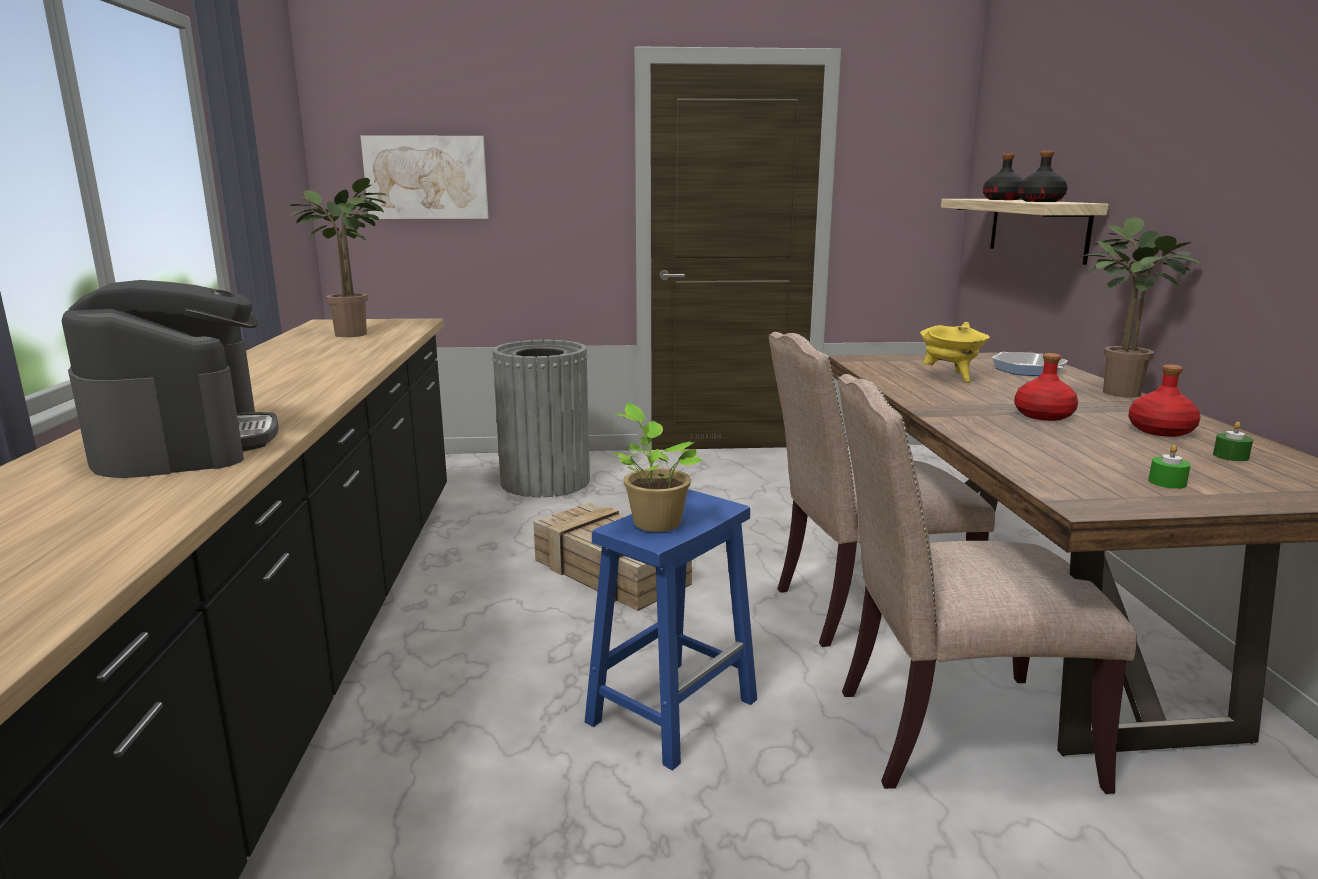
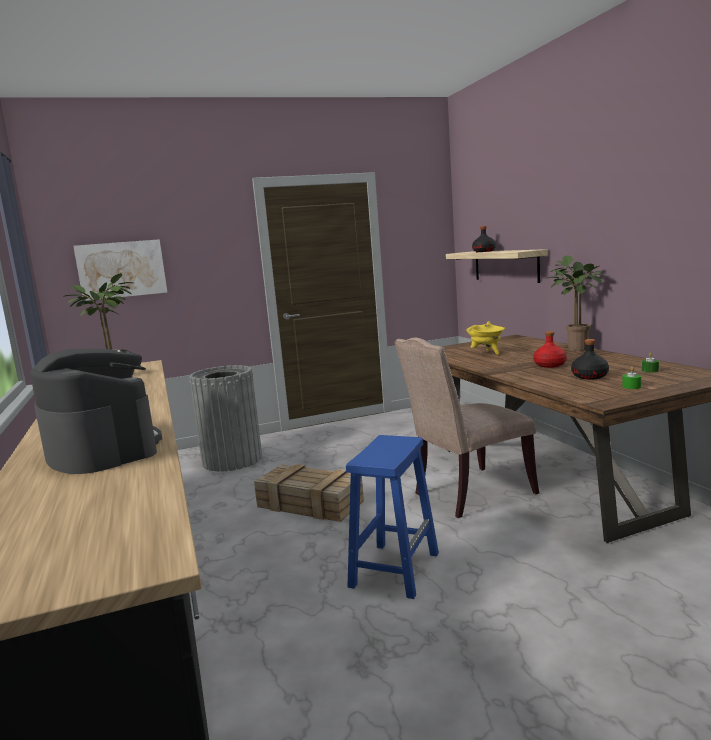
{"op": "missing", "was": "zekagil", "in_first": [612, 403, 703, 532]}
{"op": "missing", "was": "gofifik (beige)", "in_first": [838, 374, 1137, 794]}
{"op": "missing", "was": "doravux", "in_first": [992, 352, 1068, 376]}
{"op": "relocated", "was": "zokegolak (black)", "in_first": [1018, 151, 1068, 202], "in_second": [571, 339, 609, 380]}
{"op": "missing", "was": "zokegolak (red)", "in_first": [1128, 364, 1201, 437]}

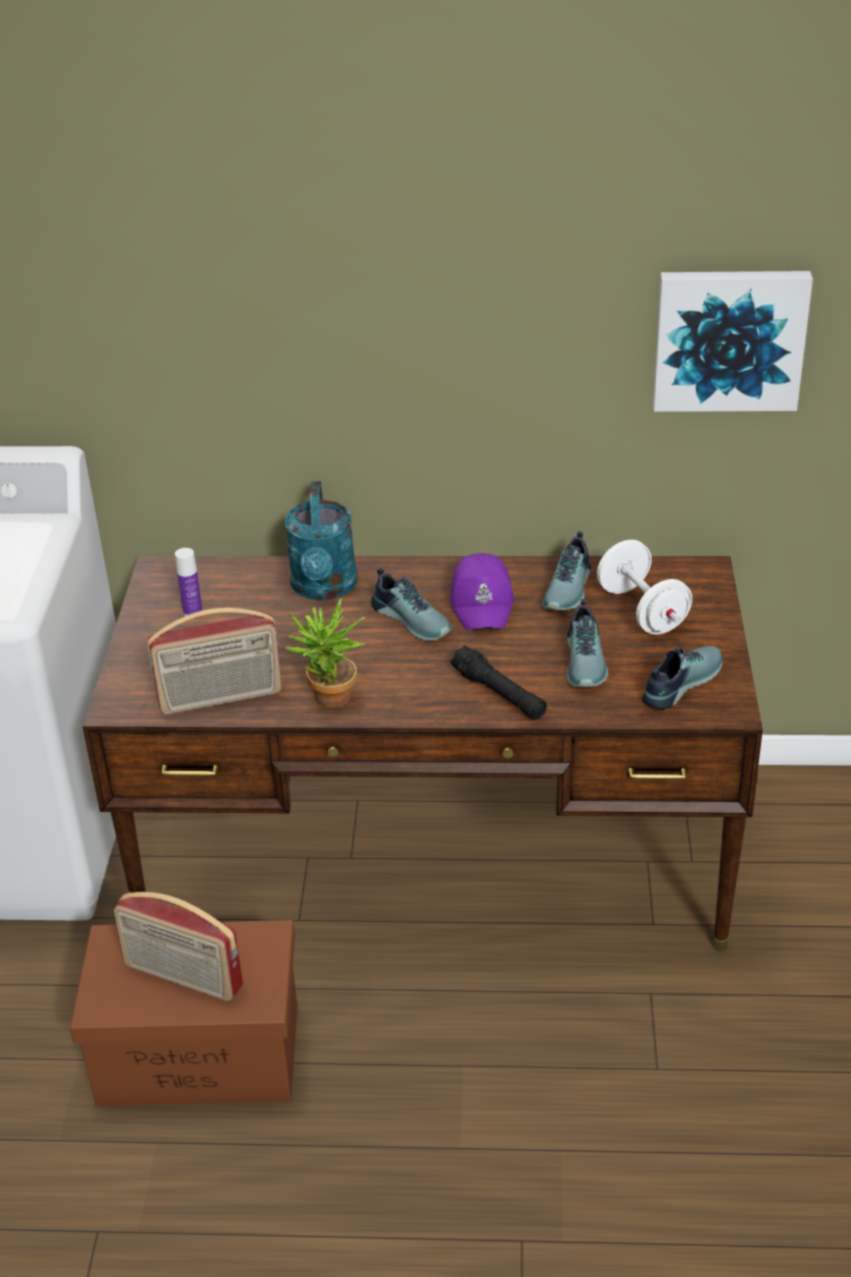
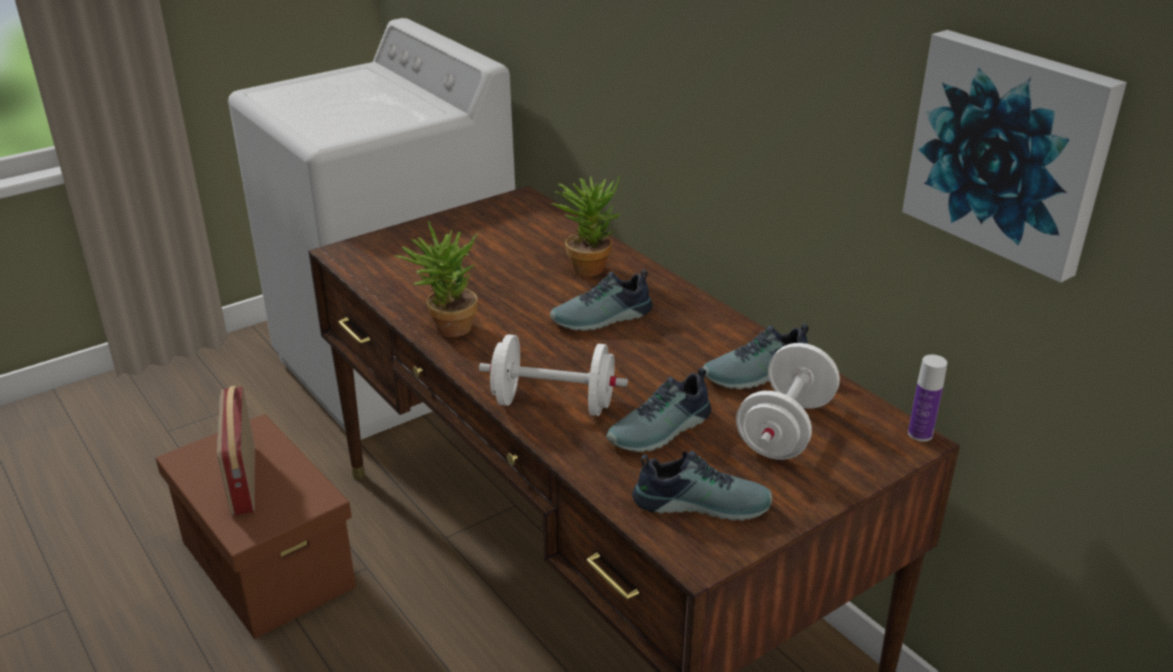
{"op": "missing", "was": "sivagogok", "in_first": [147, 608, 282, 715]}
{"op": "relocated", "was": "zokegolak", "in_first": [175, 548, 202, 616], "in_second": [908, 355, 947, 442]}
{"op": "exchanged", "was": "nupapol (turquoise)", "now": "zekagil", "in_first": [285, 481, 357, 601], "in_second": [551, 175, 621, 277]}
{"op": "spun", "was": "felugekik", "in_first": [371, 568, 452, 641], "in_second": [550, 270, 652, 331], "clockwise": 60}
{"op": "missing", "was": "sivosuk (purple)", "in_first": [450, 553, 514, 630]}
{"op": "exchanged", "was": "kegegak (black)", "now": "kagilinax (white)", "in_first": [451, 645, 547, 720], "in_second": [479, 334, 628, 416]}

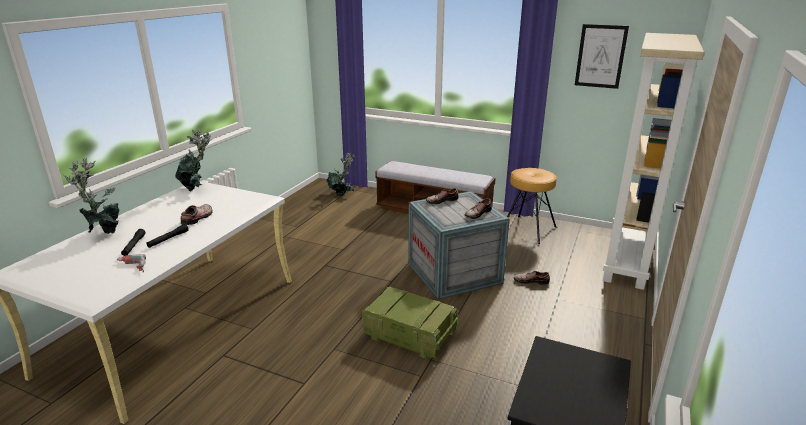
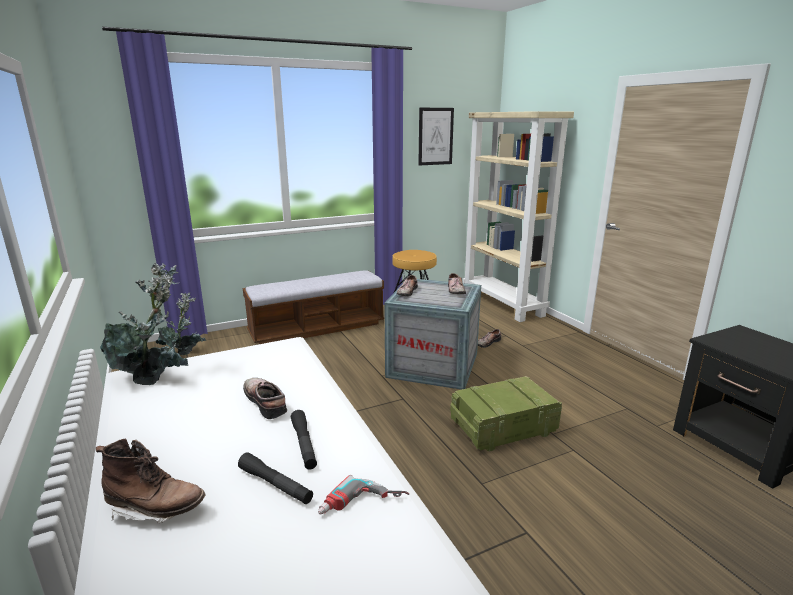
{"op": "exchanged", "was": "zekagil", "now": "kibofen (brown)", "in_first": [62, 157, 120, 234], "in_second": [96, 439, 205, 523]}

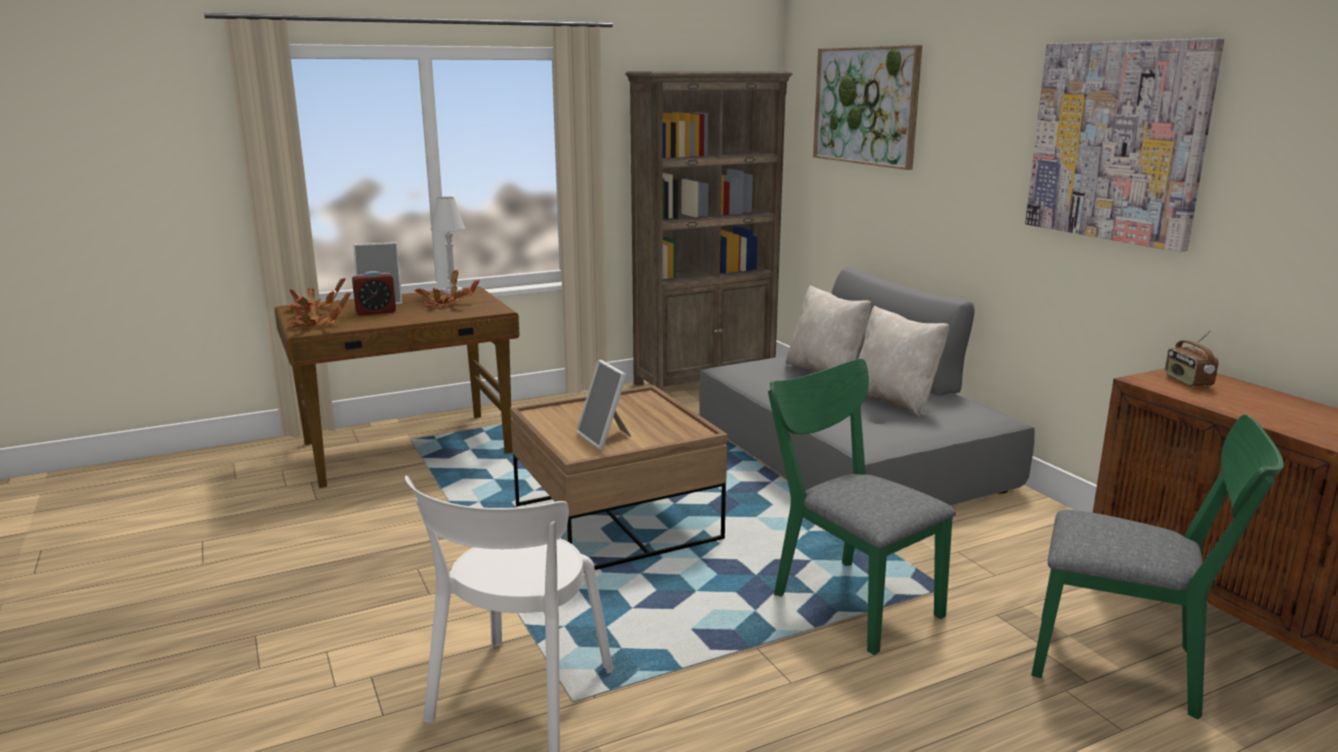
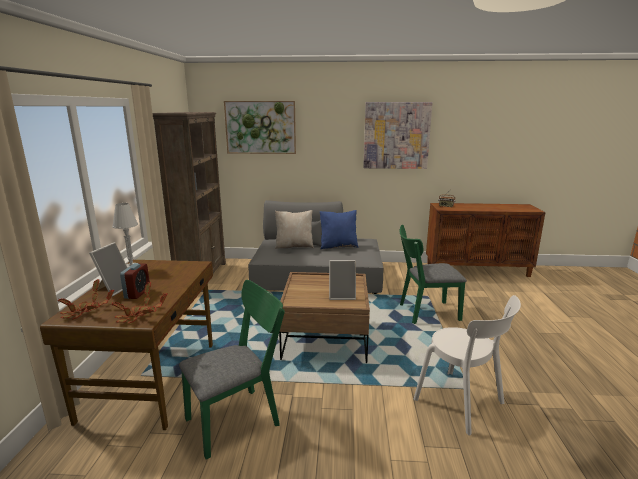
{"op": "missing", "was": "zekagil", "in_first": [415, 270, 480, 309]}
{"op": "colour", "was": "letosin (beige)", "now": "letosin (blue)", "in_first": [858, 306, 949, 417], "in_second": [320, 210, 359, 249]}
{"op": "relocated", "was": "gofifik (green)", "in_first": [1031, 415, 1284, 720], "in_second": [179, 280, 285, 459]}

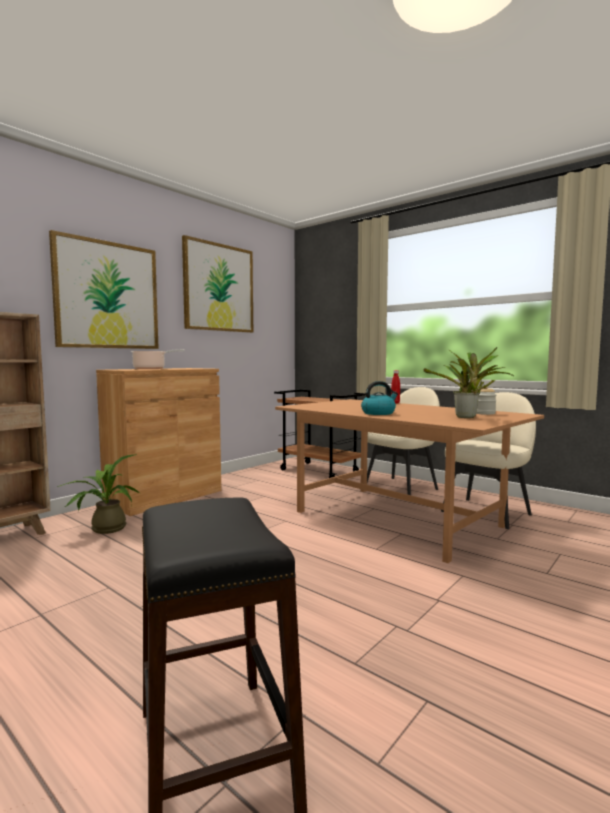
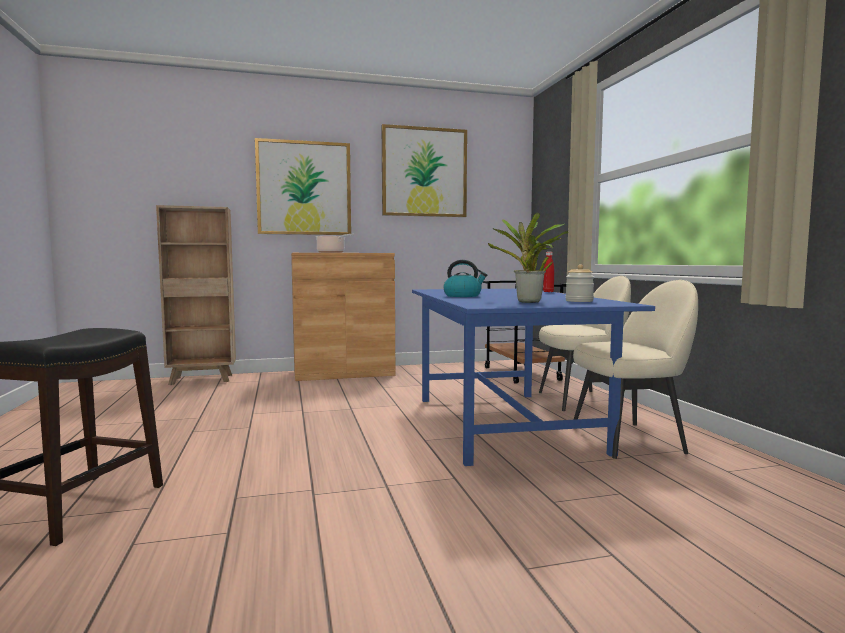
{"op": "missing", "was": "zekagil", "in_first": [57, 455, 140, 534]}
{"op": "colour", "was": "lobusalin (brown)", "now": "lobusalin (blue)", "in_first": [275, 399, 544, 563], "in_second": [412, 289, 655, 466]}

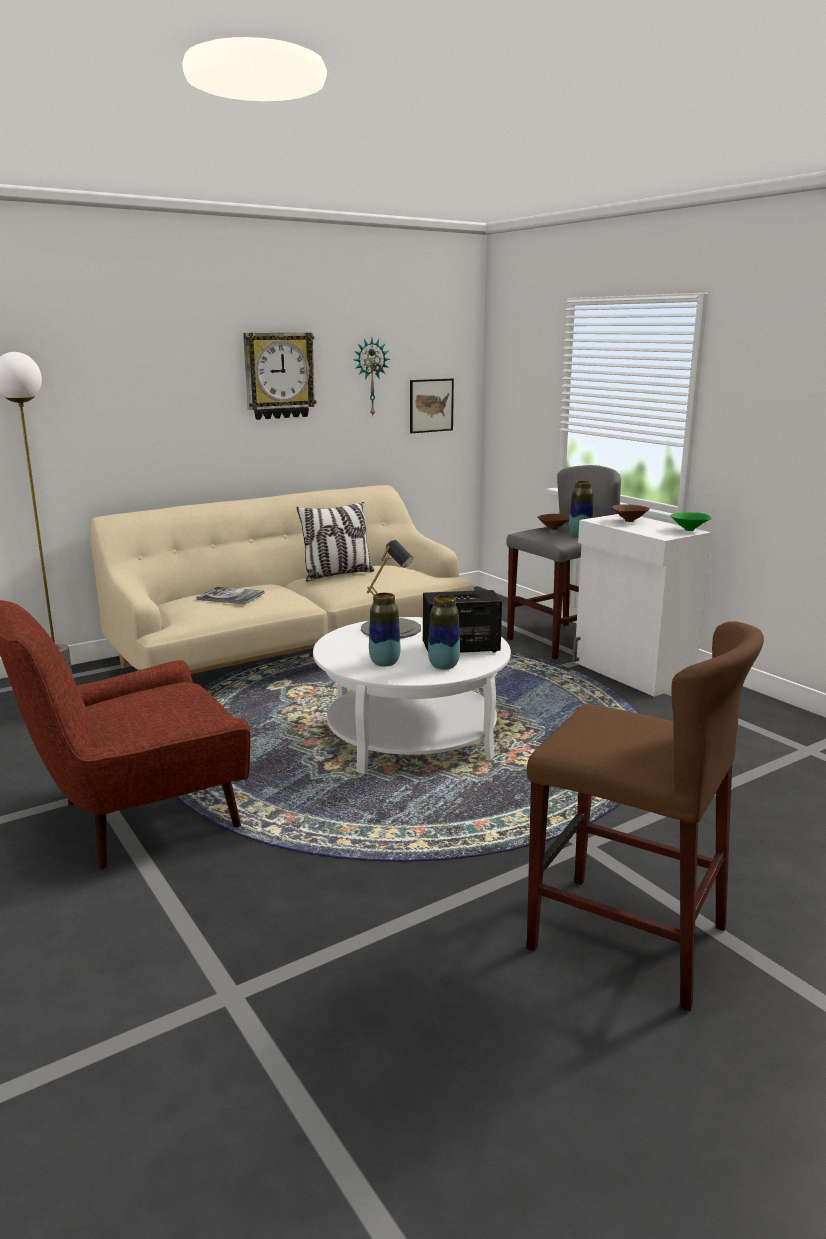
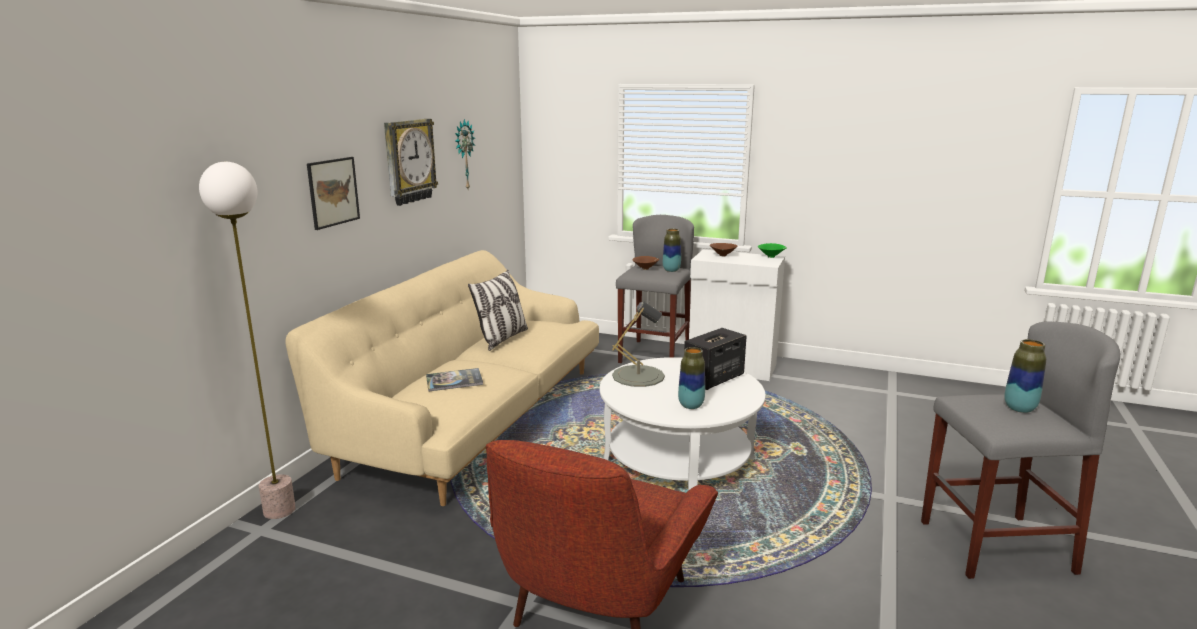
{"op": "relocated", "was": "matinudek", "in_first": [410, 379, 454, 433], "in_second": [307, 157, 360, 230]}
{"op": "relocated", "was": "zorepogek", "in_first": [428, 595, 460, 670], "in_second": [1004, 339, 1046, 413]}
{"op": "colour", "was": "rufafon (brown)", "now": "rufafon (grey)", "in_first": [527, 621, 764, 1011], "in_second": [921, 321, 1120, 579]}

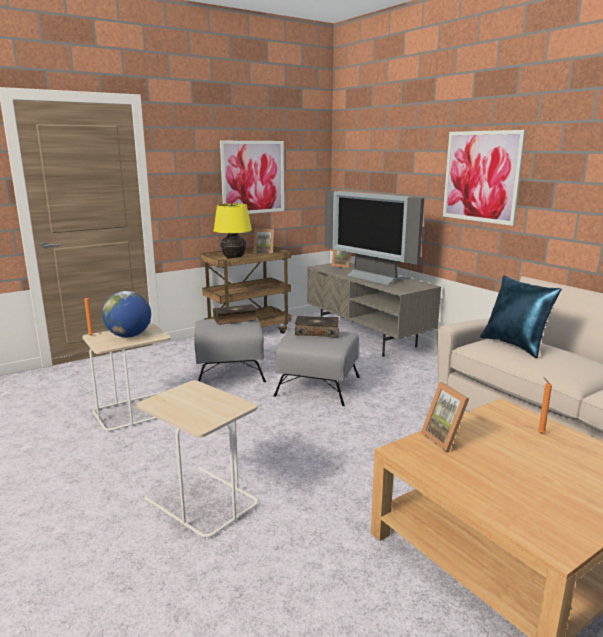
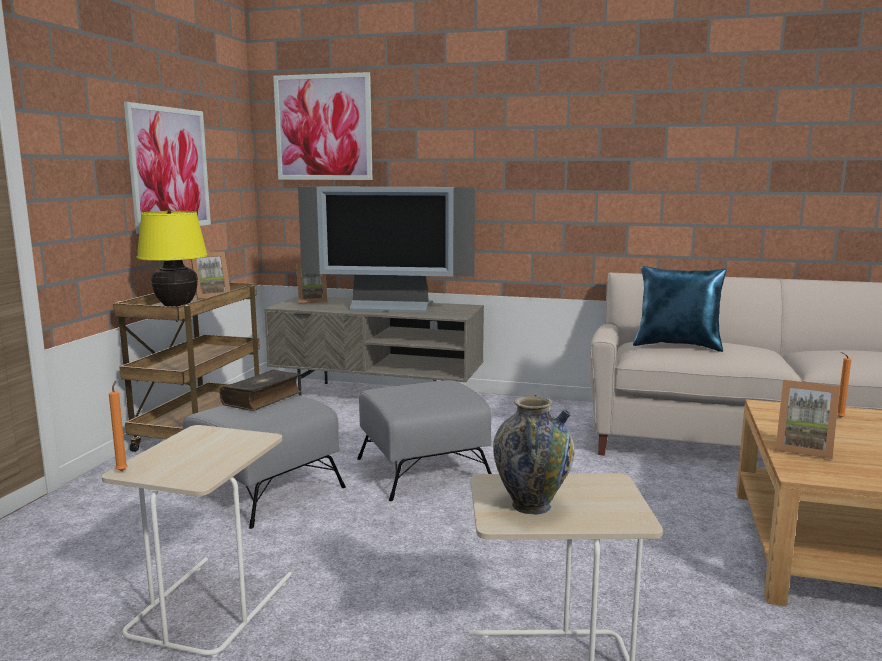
{"op": "missing", "was": "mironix", "in_first": [102, 291, 151, 337]}
{"op": "missing", "was": "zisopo", "in_first": [295, 316, 339, 337]}
{"op": "relocated", "was": "matinudek", "in_first": [443, 130, 526, 226], "in_second": [273, 72, 372, 180]}
{"op": "appeared", "now": "zorepogek", "in_second": [493, 395, 575, 514]}

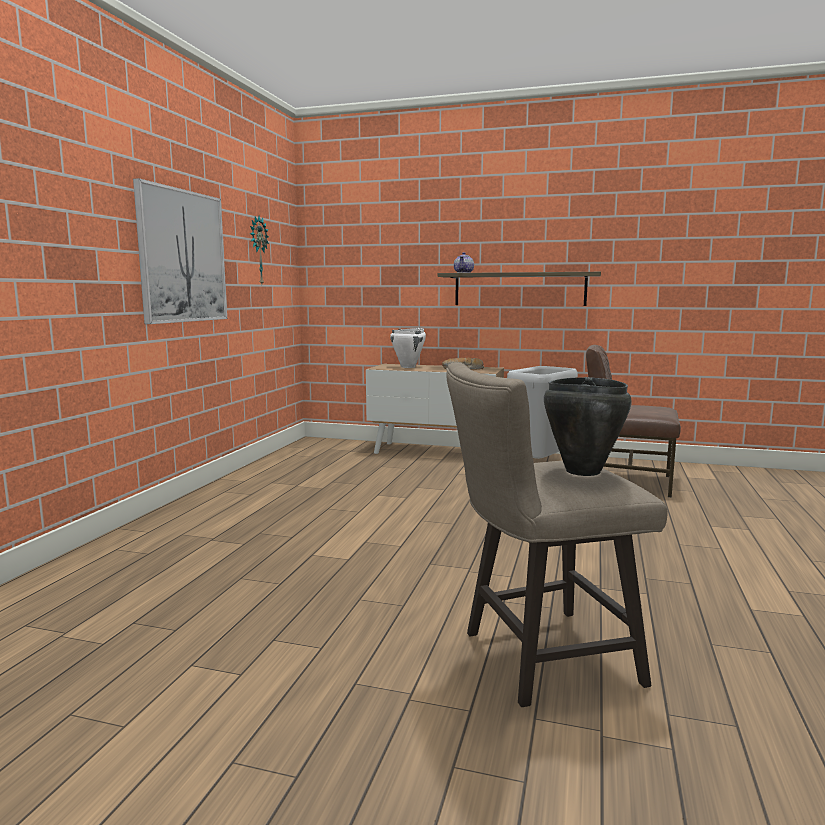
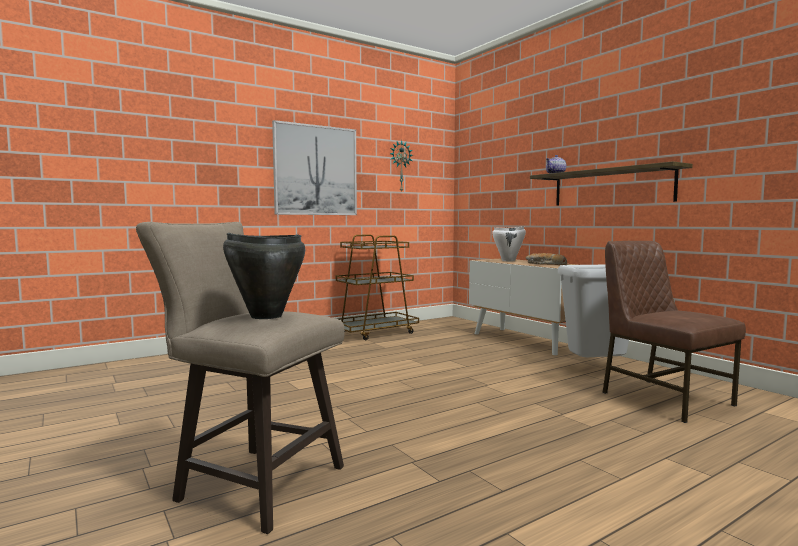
{"op": "appeared", "now": "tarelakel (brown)", "in_second": [336, 235, 419, 340]}

